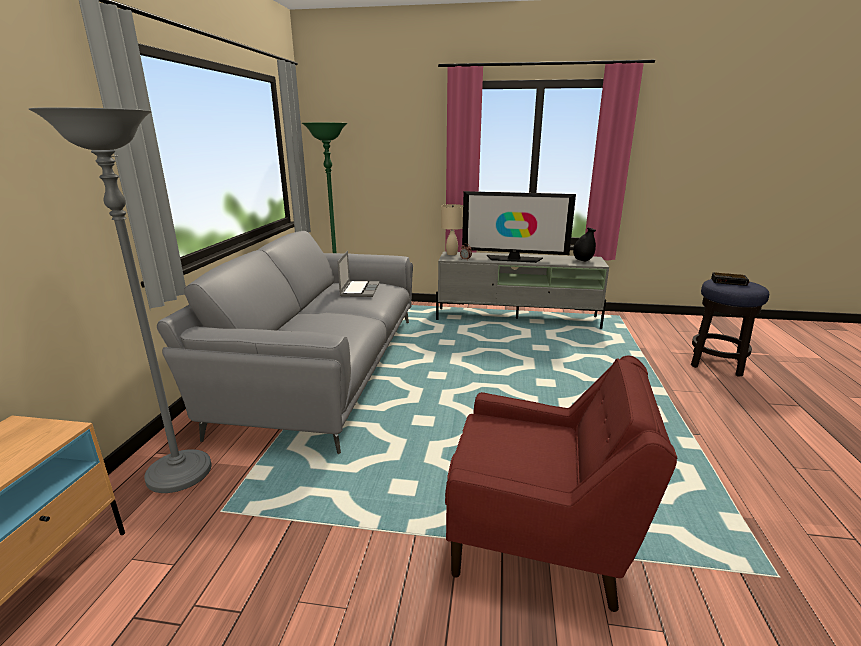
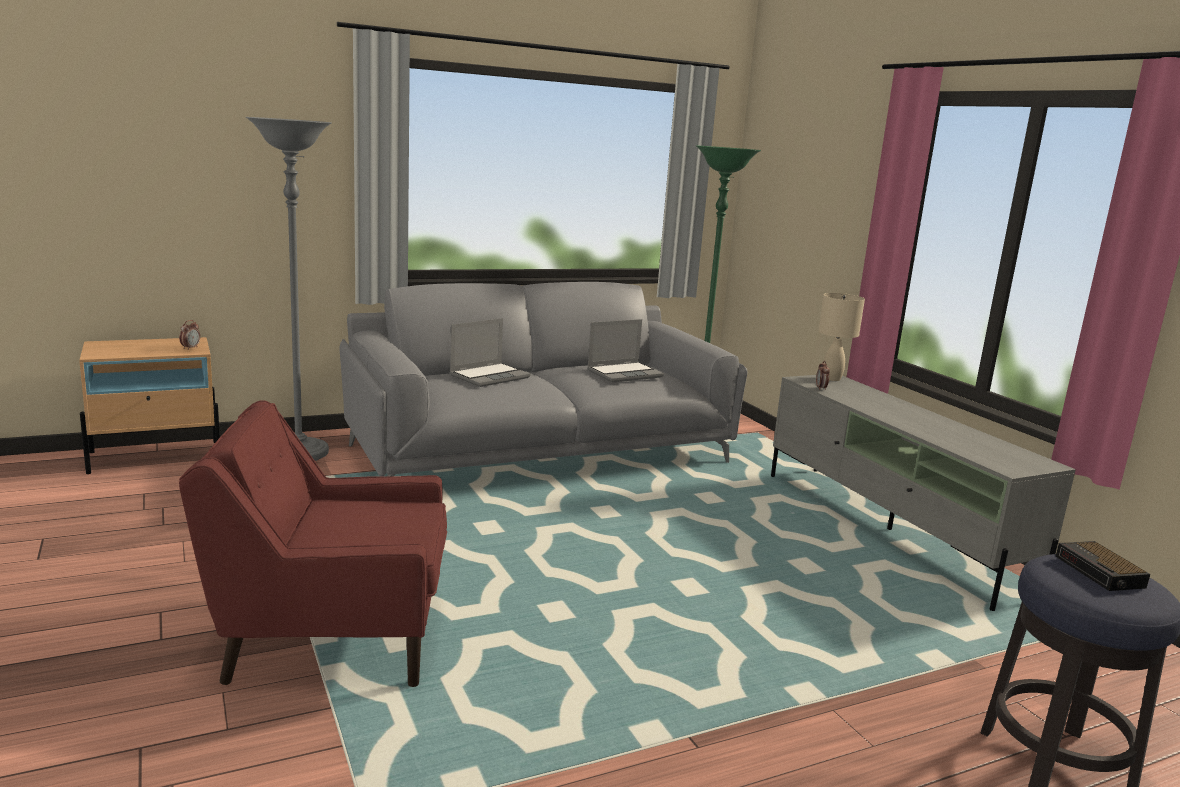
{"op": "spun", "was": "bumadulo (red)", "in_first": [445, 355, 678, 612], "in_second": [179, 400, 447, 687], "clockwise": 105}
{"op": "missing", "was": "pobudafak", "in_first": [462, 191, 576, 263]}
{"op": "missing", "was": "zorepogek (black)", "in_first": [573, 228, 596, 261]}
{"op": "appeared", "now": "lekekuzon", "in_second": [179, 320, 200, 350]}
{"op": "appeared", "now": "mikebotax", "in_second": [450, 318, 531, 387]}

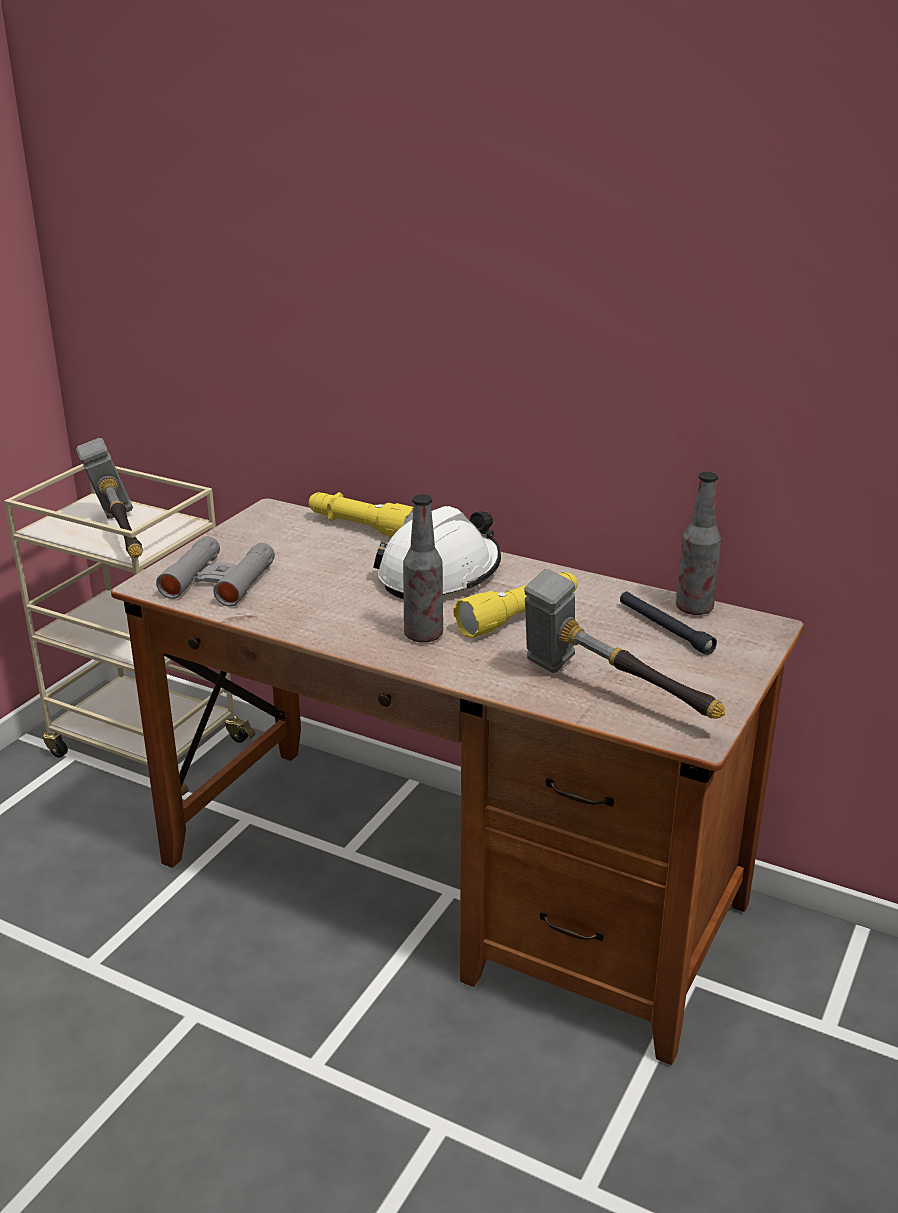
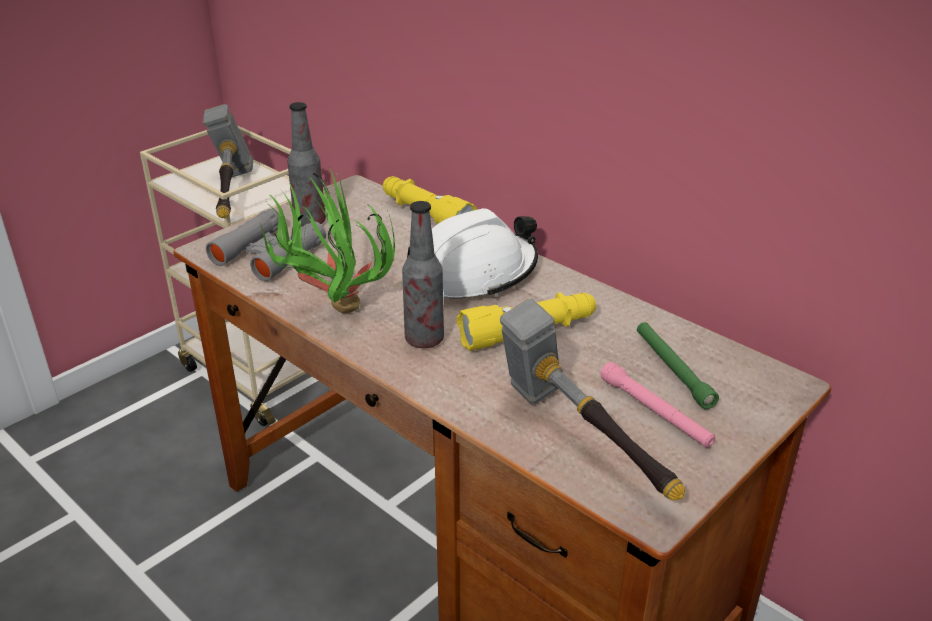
{"op": "colour", "was": "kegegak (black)", "now": "kegegak (green)", "in_first": [620, 592, 717, 655], "in_second": [637, 322, 719, 409]}
{"op": "relocated", "was": "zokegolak", "in_first": [676, 472, 721, 615], "in_second": [287, 102, 326, 227]}
{"op": "appeared", "now": "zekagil", "in_second": [259, 169, 395, 313]}
{"op": "appeared", "now": "kegegak (pink)", "in_second": [601, 362, 715, 448]}

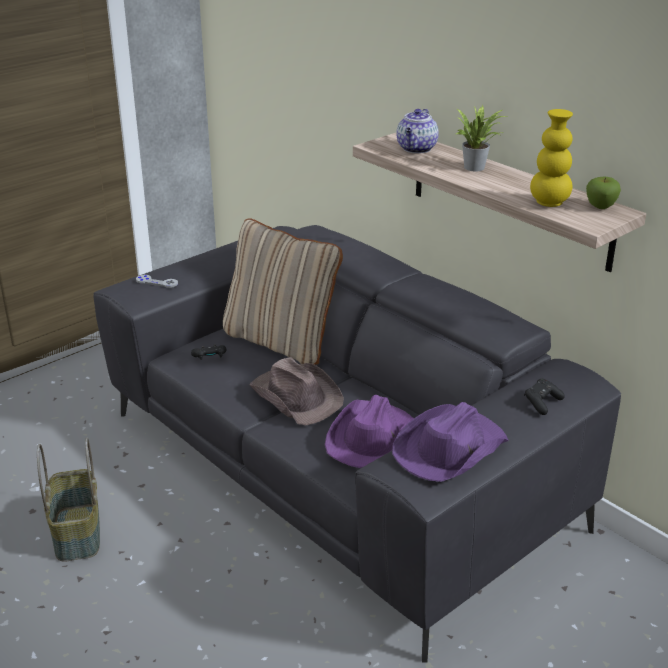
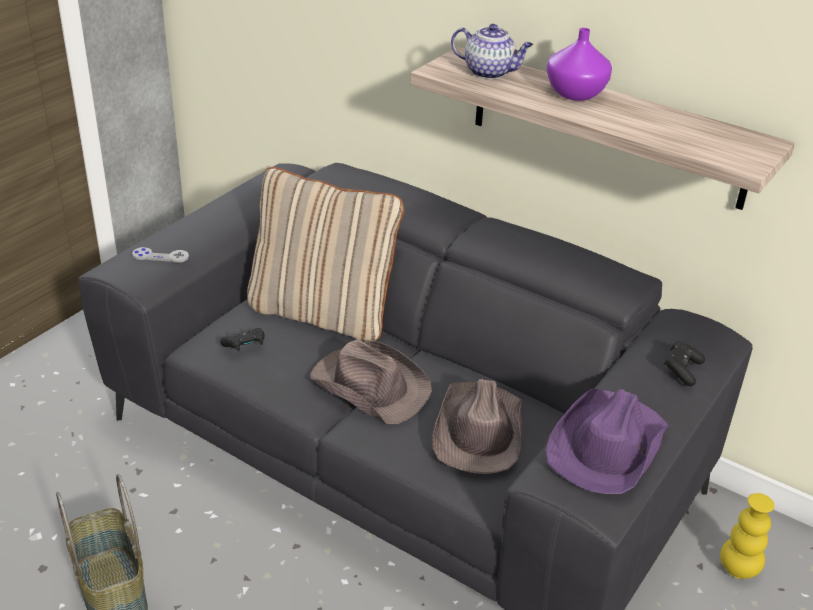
{"op": "colour", "was": "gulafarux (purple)", "now": "gulafarux (brown)", "in_first": [325, 395, 414, 468], "in_second": [432, 379, 523, 474]}
{"op": "spun", "was": "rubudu", "in_first": [396, 109, 439, 153], "in_second": [451, 24, 533, 79], "clockwise": -75}
{"op": "exchanged", "was": "zekagil", "now": "zorepogek (purple)", "in_first": [456, 105, 509, 171], "in_second": [547, 28, 612, 101]}
{"op": "relocated", "was": "zorepogek (yellow)", "in_first": [530, 109, 573, 207], "in_second": [720, 493, 775, 579]}
{"op": "missing", "was": "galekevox", "in_first": [586, 177, 621, 209]}

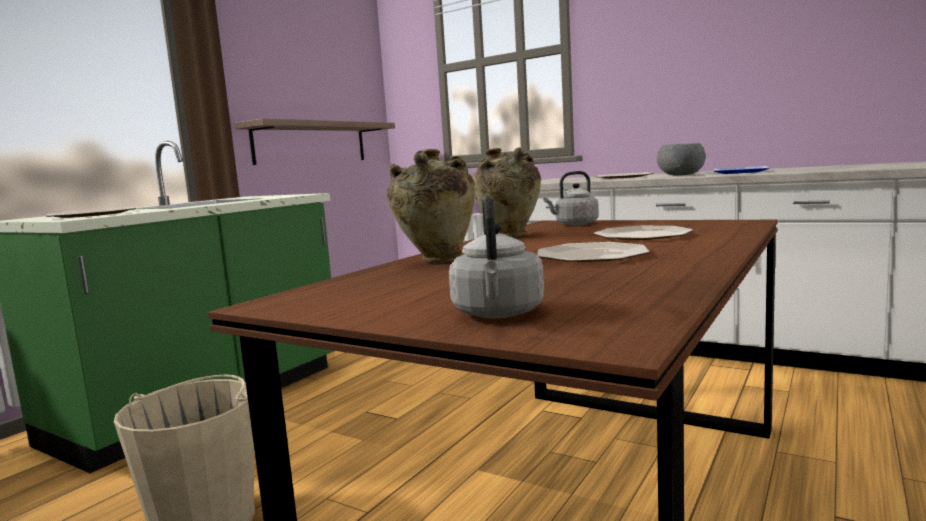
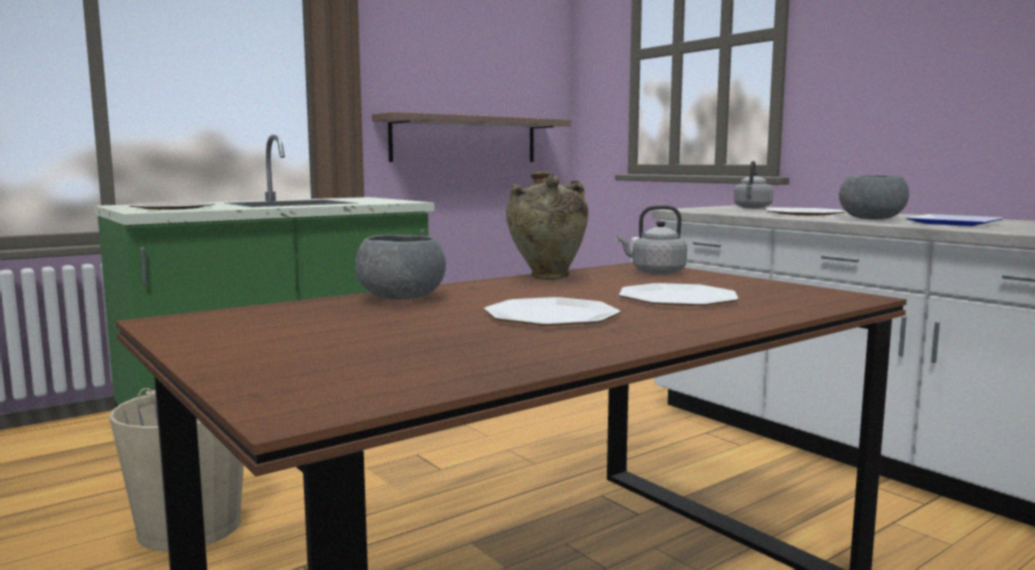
{"op": "exchanged", "was": "zorepogek (beige)", "now": "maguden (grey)", "in_first": [387, 149, 475, 263], "in_second": [355, 234, 446, 300]}
{"op": "relocated", "was": "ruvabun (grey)", "in_first": [449, 196, 544, 319], "in_second": [734, 161, 773, 208]}

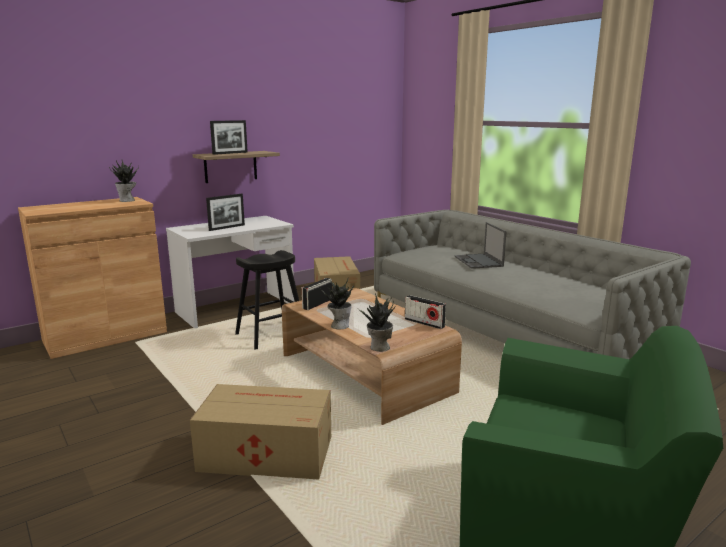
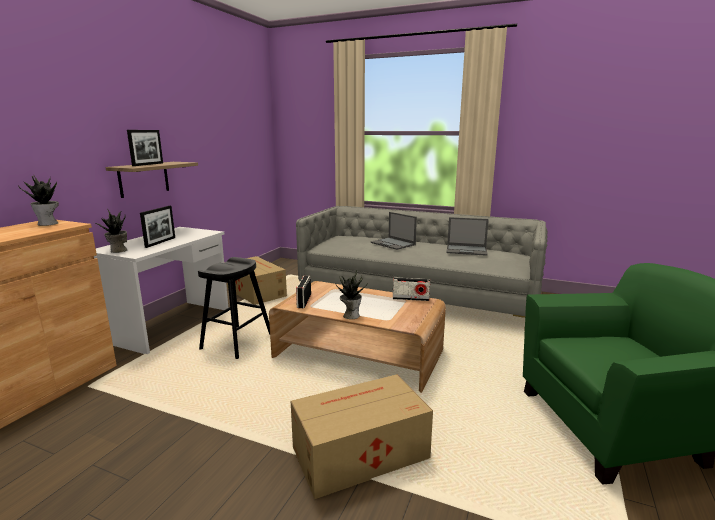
{"op": "relocated", "was": "zekagil", "in_first": [357, 293, 395, 352], "in_second": [94, 209, 128, 253]}
{"op": "appeared", "now": "mikebotax", "in_second": [446, 217, 489, 256]}

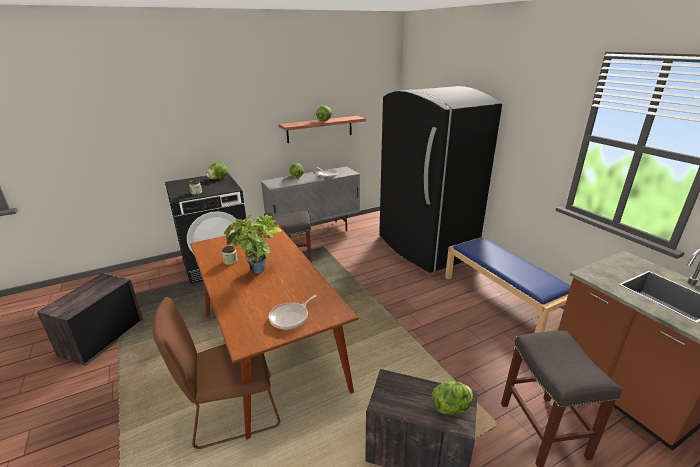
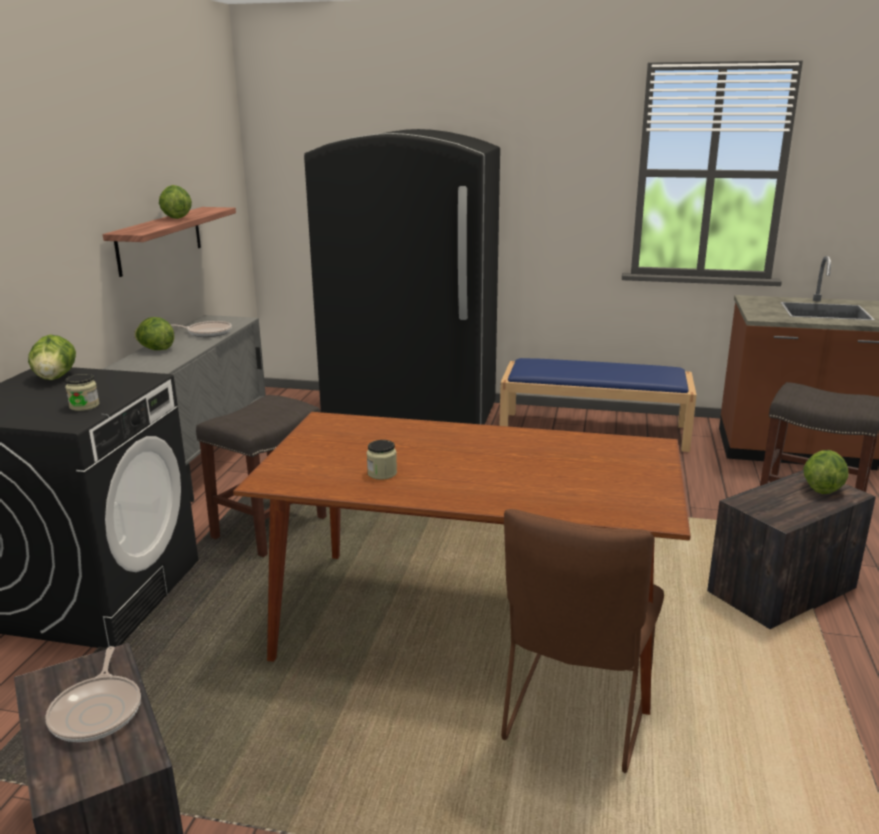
{"op": "missing", "was": "zekagil", "in_first": [224, 214, 282, 274]}
{"op": "relocated", "was": "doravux", "in_first": [269, 295, 317, 329], "in_second": [45, 646, 141, 742]}

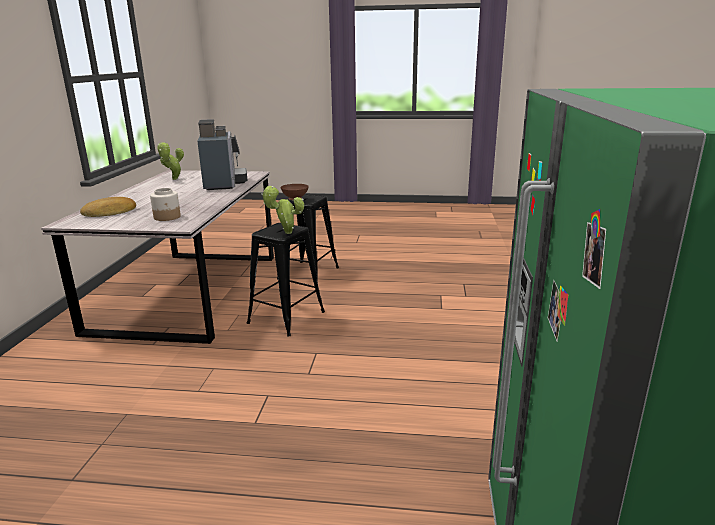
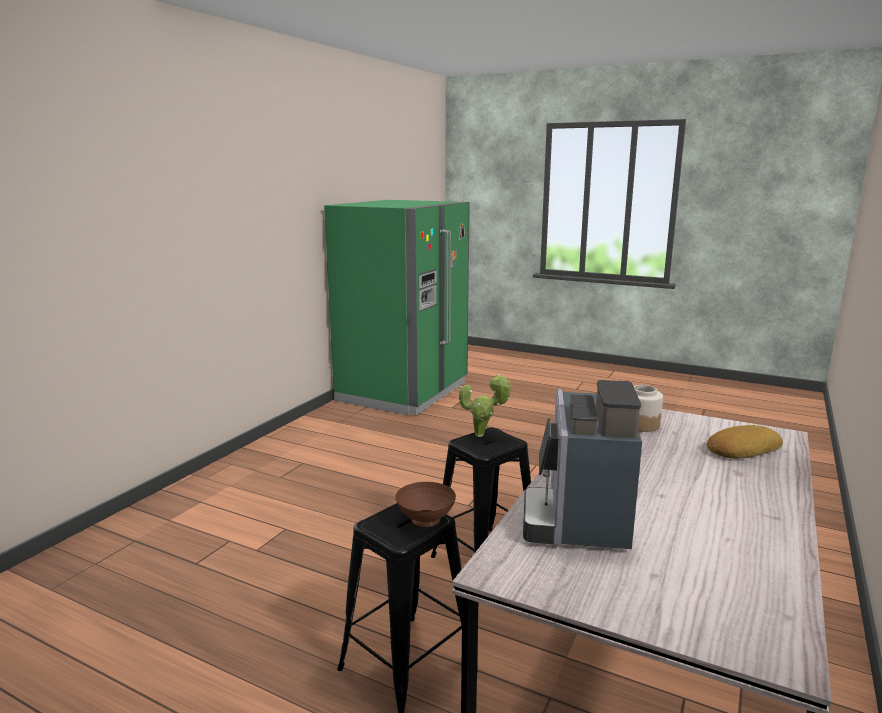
{"op": "missing", "was": "zekagil", "in_first": [157, 142, 184, 180]}

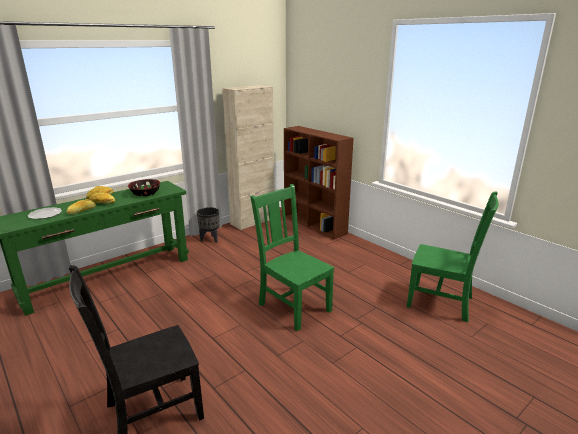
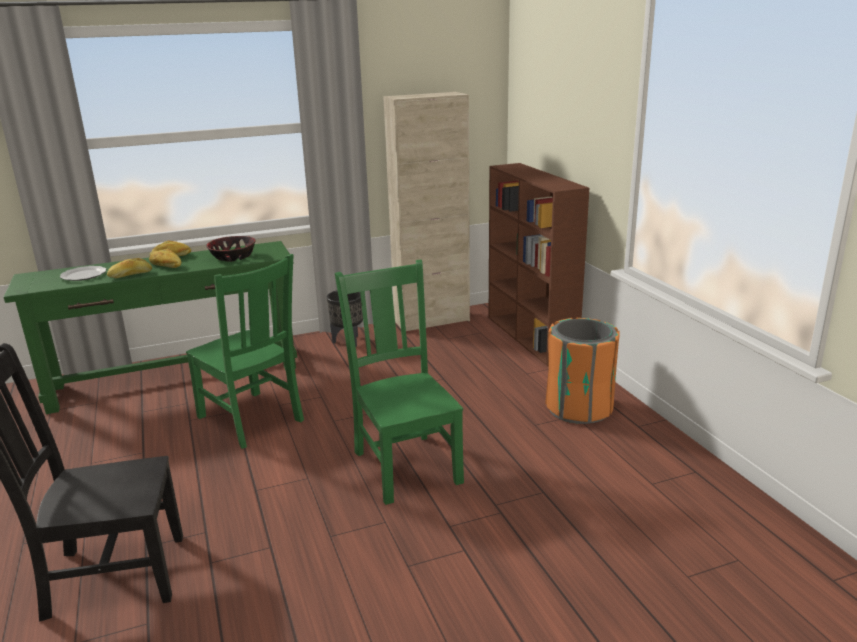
{"op": "relocated", "was": "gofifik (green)", "in_first": [407, 191, 499, 322], "in_second": [186, 254, 304, 449]}
{"op": "appeared", "now": "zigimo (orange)", "in_second": [545, 318, 620, 424]}

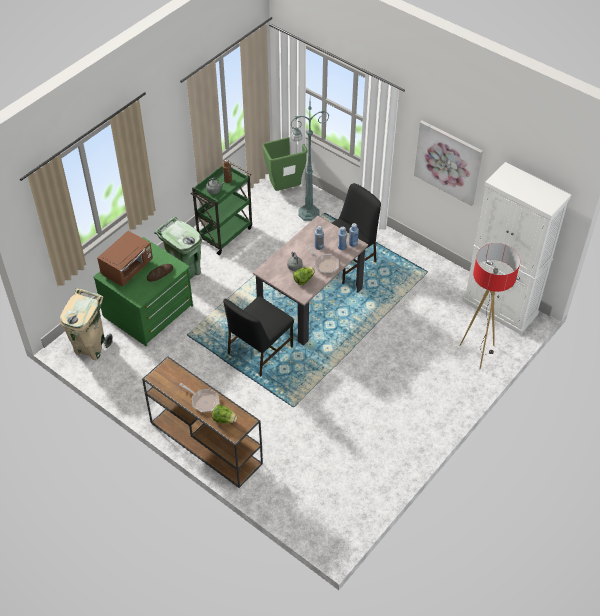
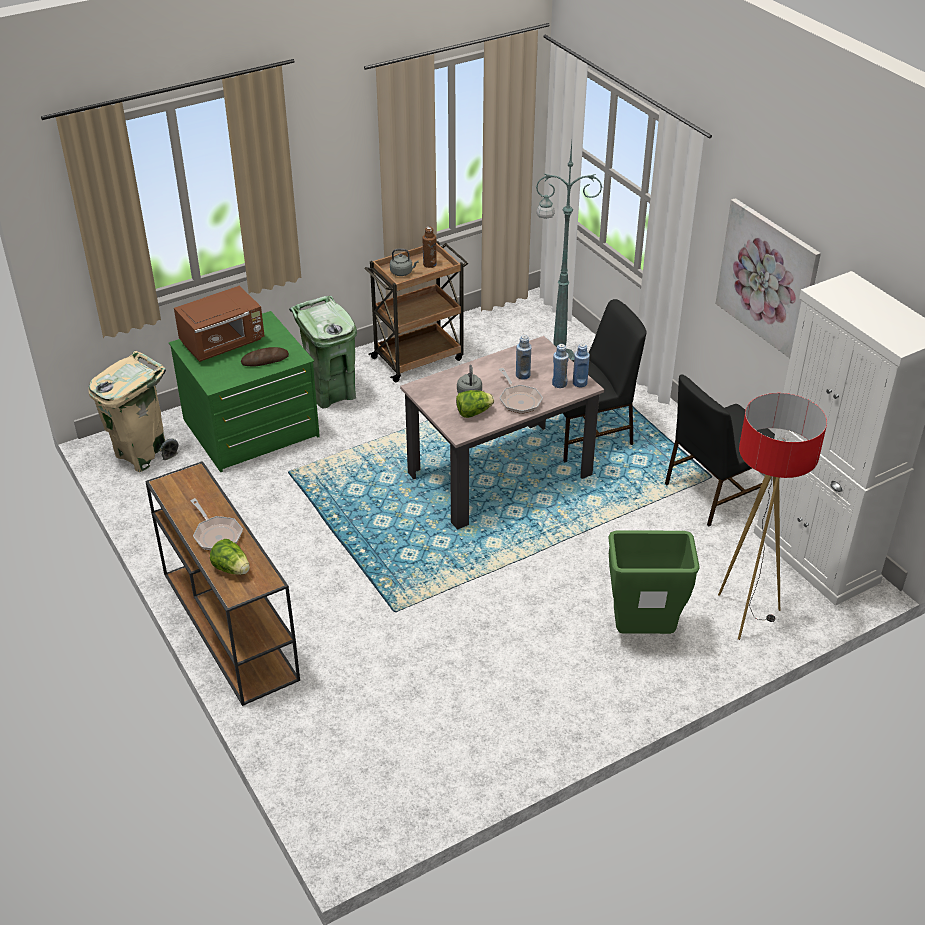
{"op": "colour", "was": "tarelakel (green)", "now": "tarelakel (brown)", "in_first": [191, 162, 252, 255], "in_second": [365, 241, 468, 382]}
{"op": "relocated", "was": "gofifik (black)", "in_first": [223, 296, 294, 376], "in_second": [665, 375, 775, 526]}
{"op": "relocated", "was": "zigimo (green)", "in_first": [262, 137, 307, 191], "in_second": [608, 531, 700, 634]}

